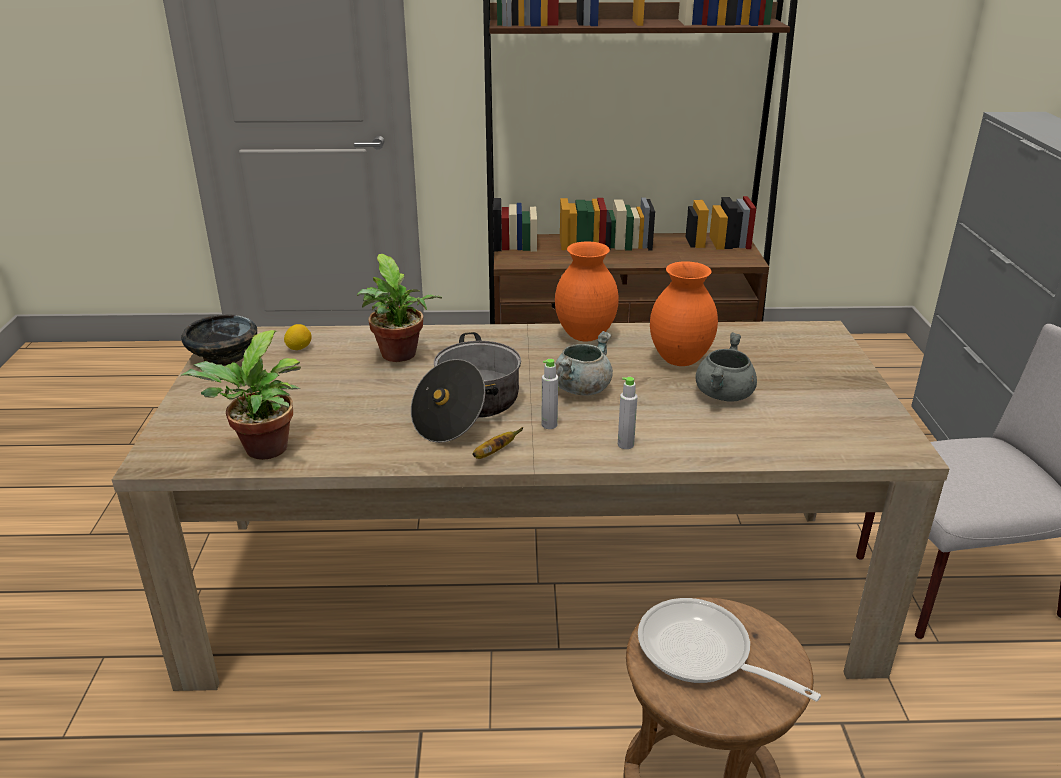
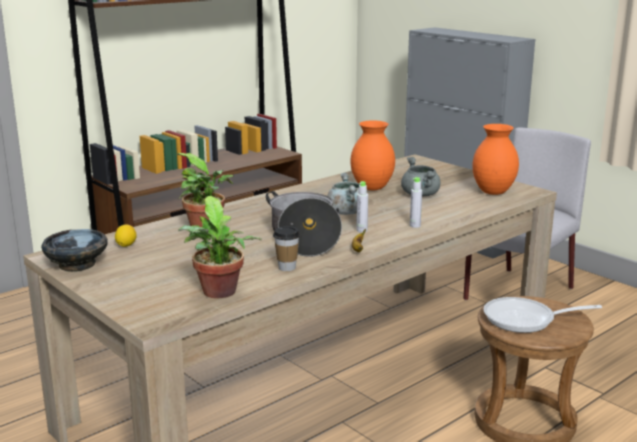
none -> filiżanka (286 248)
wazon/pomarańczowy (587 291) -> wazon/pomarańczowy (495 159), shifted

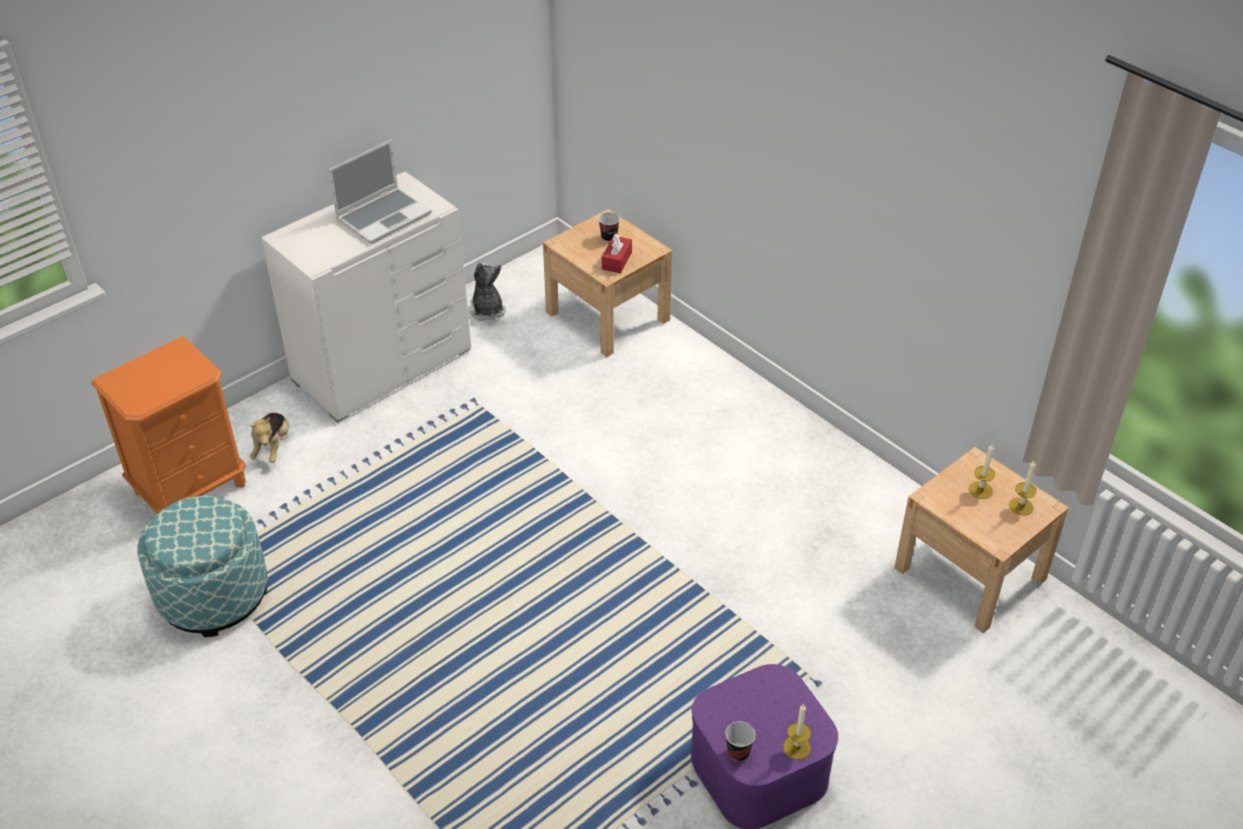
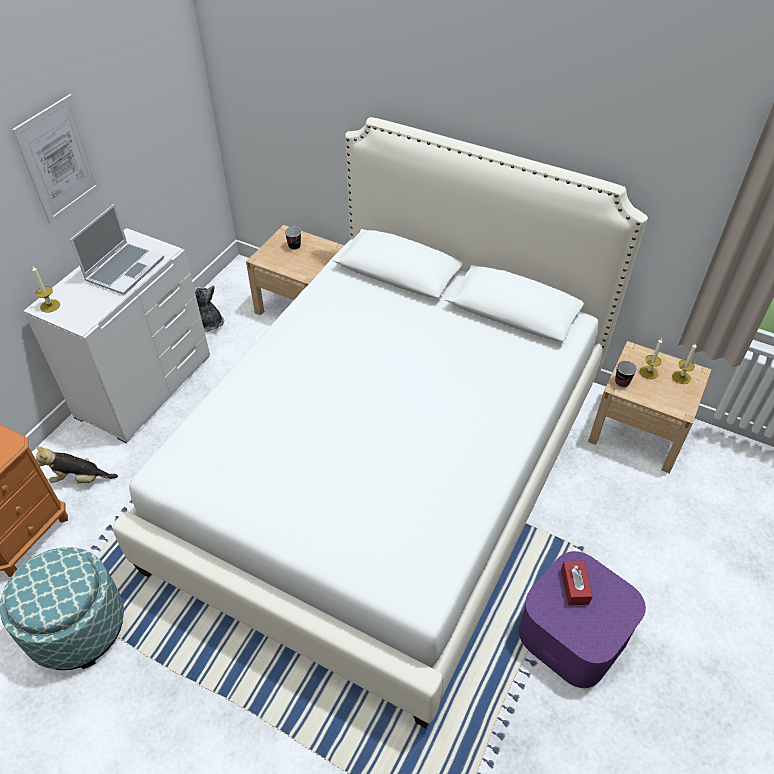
none -> obraz (56 159)
świeca (797 732) -> świeca (46 289), shifted
pluszak (269 438) -> pluszak (76 465), 105 degrees clockwise
none -> łóżko/biały (380 422)
pudełko chusteczek/czerwony (617 253) -> pudełko chusteczek/czerwony (577 582), shifted
filiżanka (740 741) -> filiżanka (626 374), shifted

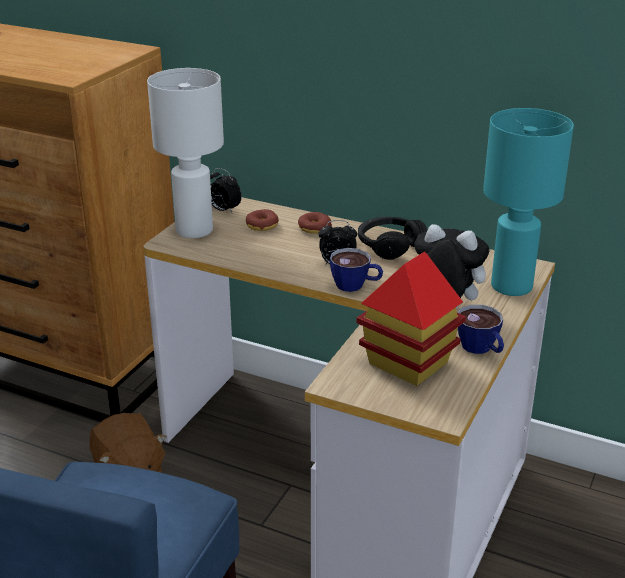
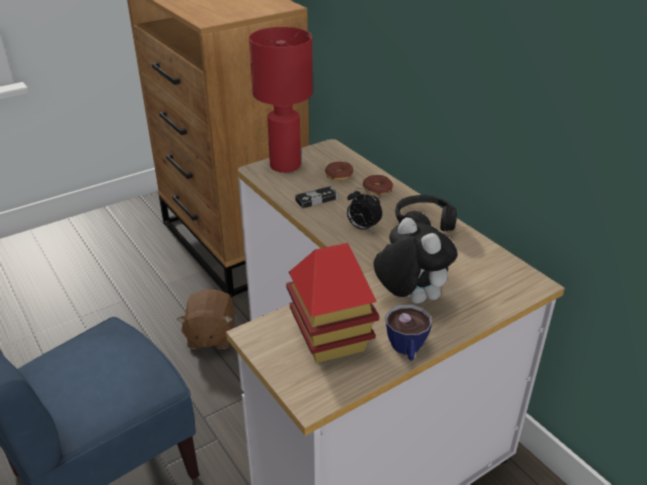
lampa stołowa/biały (185 153) -> lampa stołowa/czerwony (281 100)
none -> pad do gier (316 197)
budzik (226 191) -> none
filiżanka (356 270) -> none
lampa stołowa/turkusowy (528 202) -> none

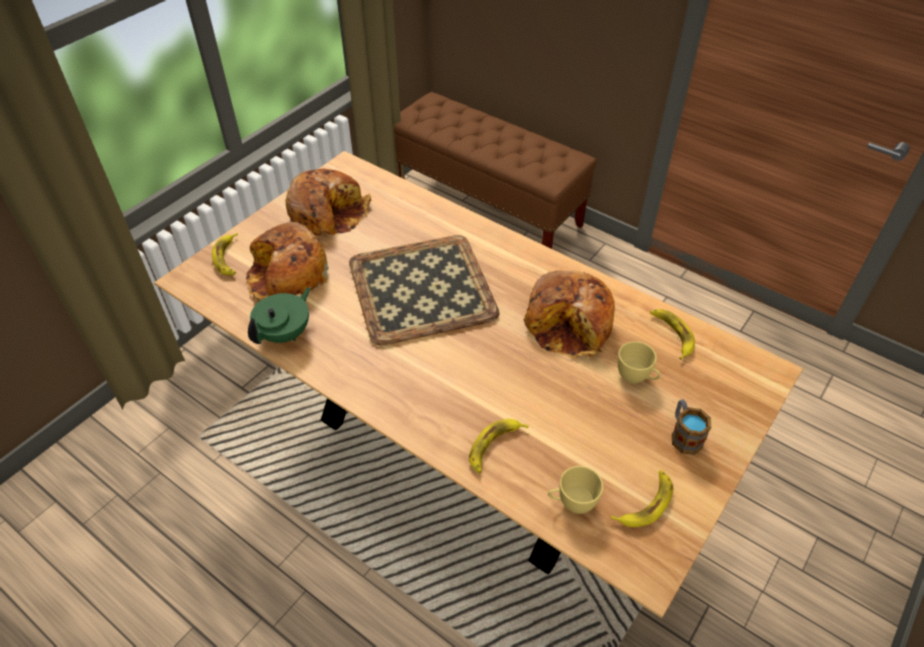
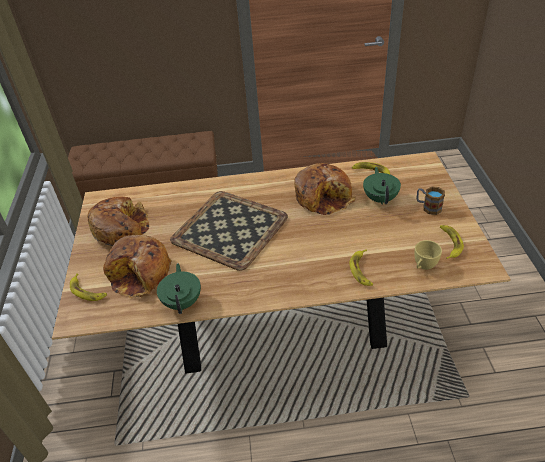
filiżanka/żółty (639 362) -> imbryk/zielony (382 186)

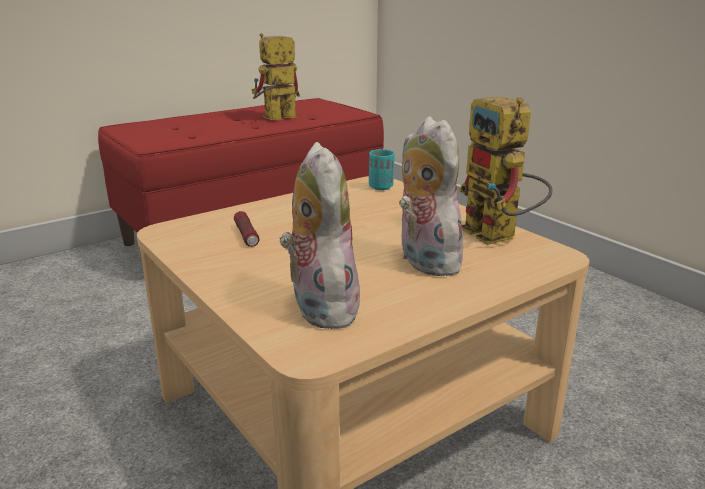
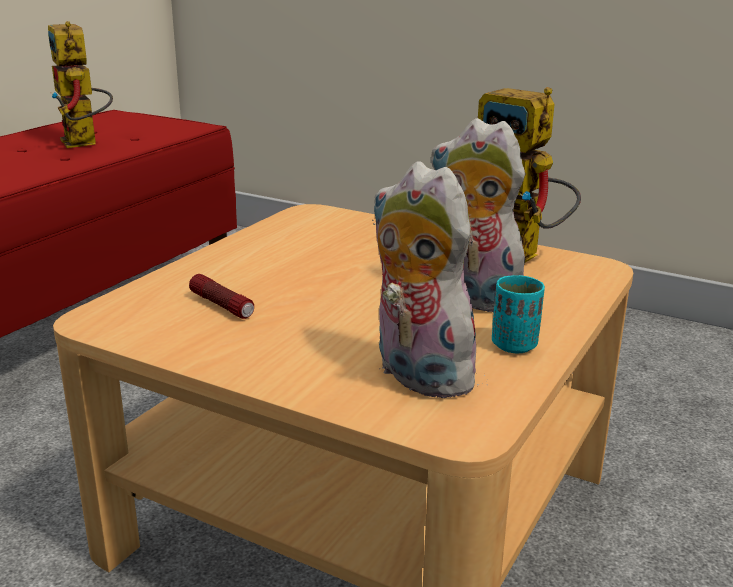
robot zabawkowy (276 76) -> robot zabawkowy (80 84), 60 degrees counterclockwise
filiżanka/turkusowy (382 169) -> filiżanka/turkusowy (518 314), shifted

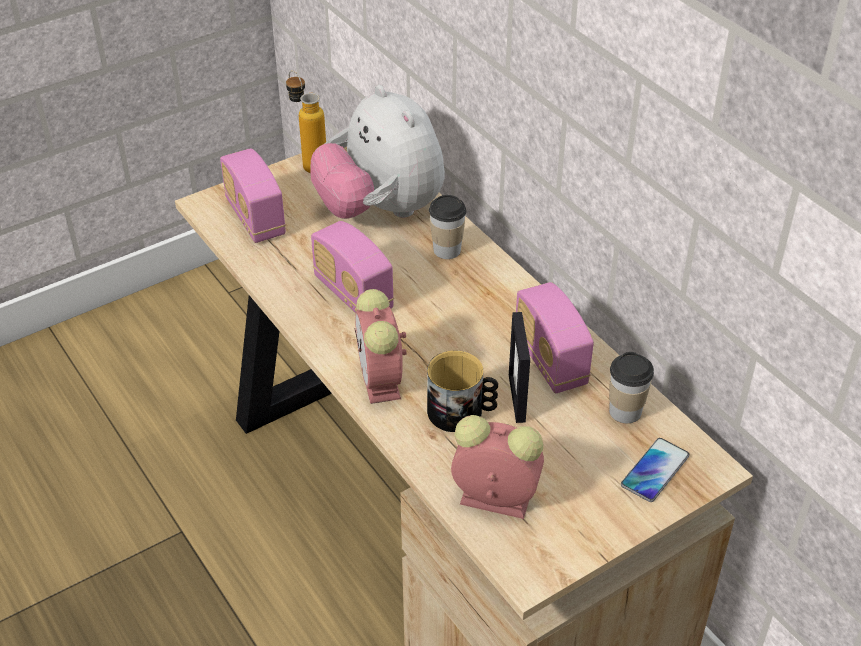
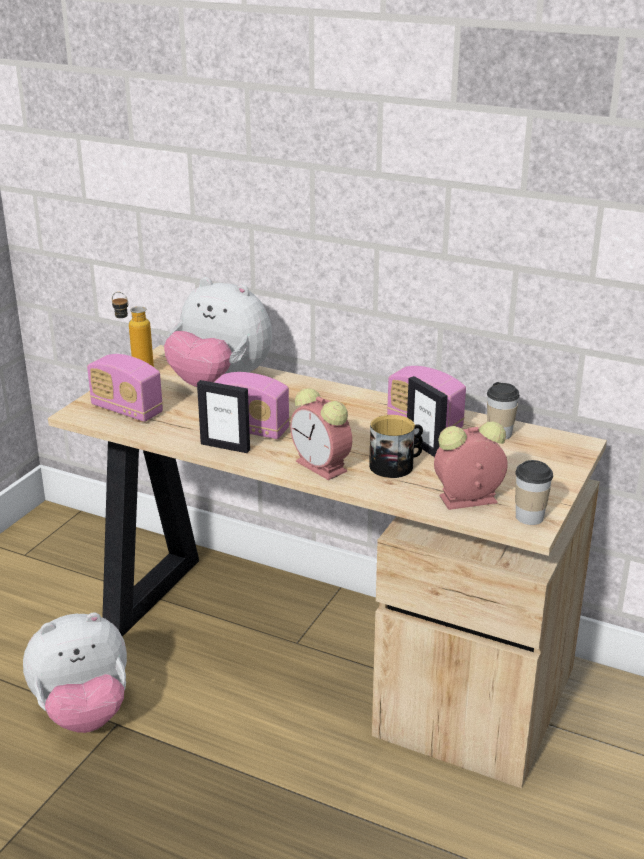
none -> pluszak (75 672)
none -> ramka na zdjęcie (223 416)
filiżanka (448 227) -> filiżanka (534 492), shifted
telefon (655 470) -> none

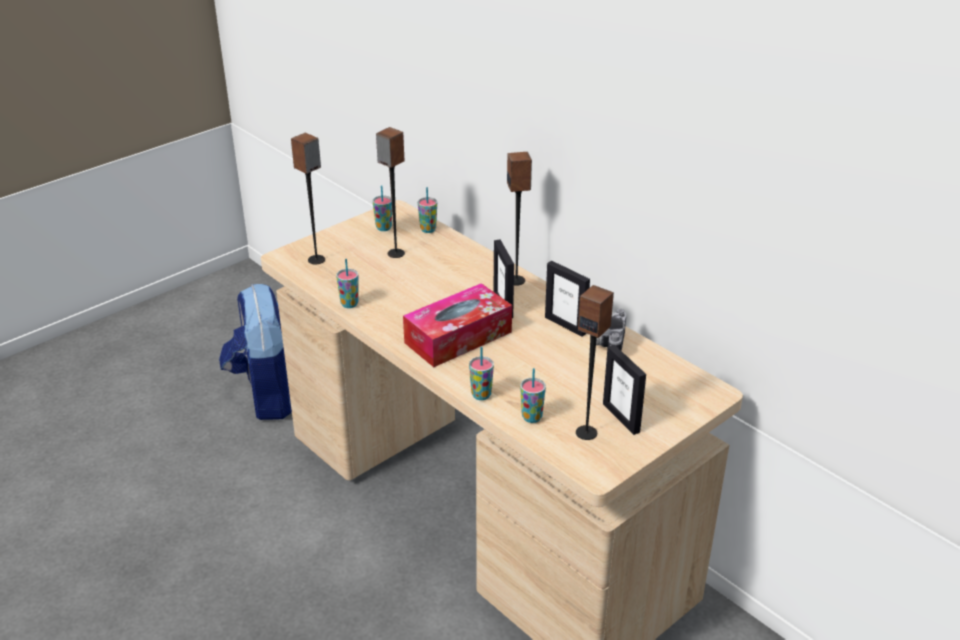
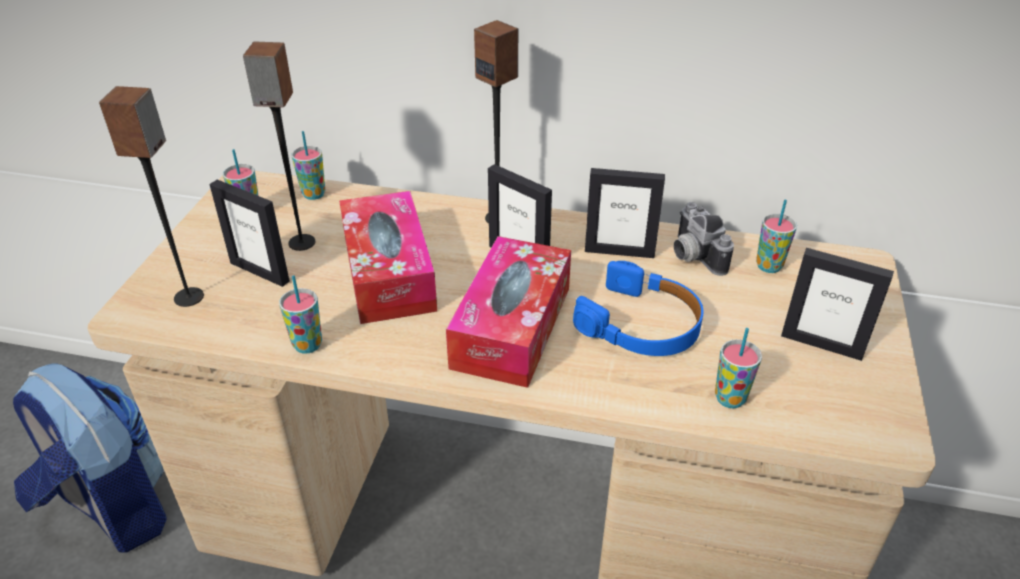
none -> ramka na zdjęcie (249 233)
none -> pudełko chusteczek (388 257)
none -> słuchawki/niebieski (638 308)
filiżanka (481 373) -> filiżanka (776 236), shifted
głośnik (595 362) -> none

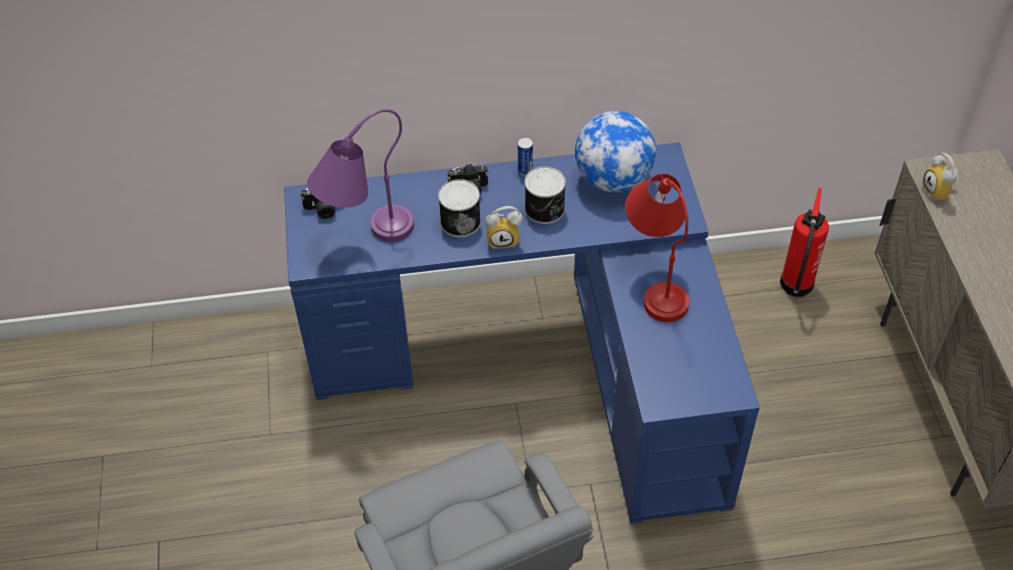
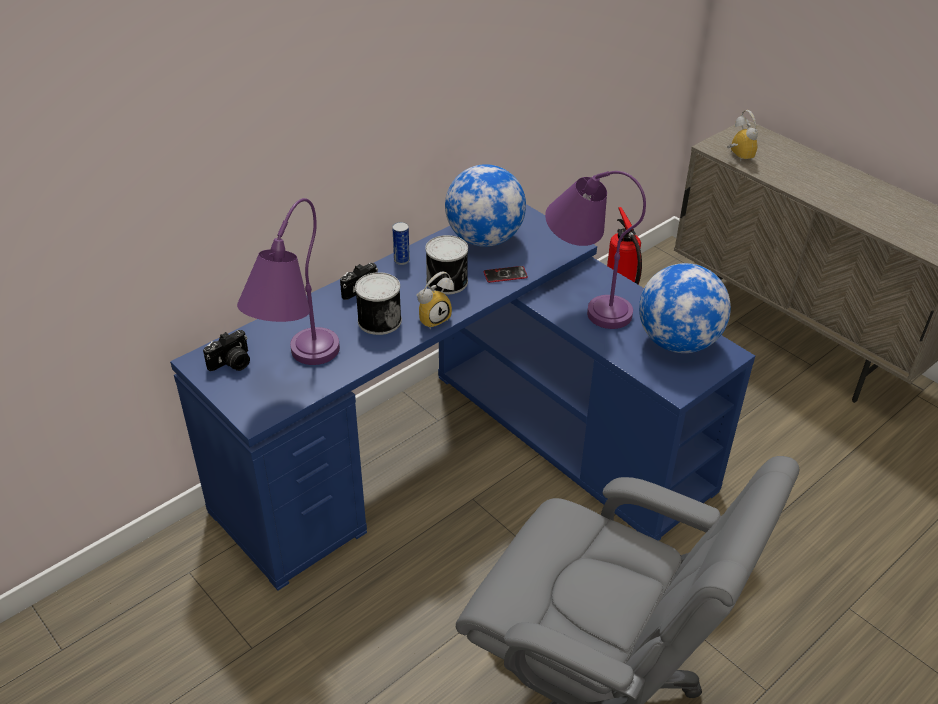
none -> telefon (506 274)
lampa stołowa/czerwony (657 248) -> lampa stołowa/fioletowy (595 250)
none -> globus (685 308)
budzik (941 176) -> budzik (742 135), 150 degrees counterclockwise

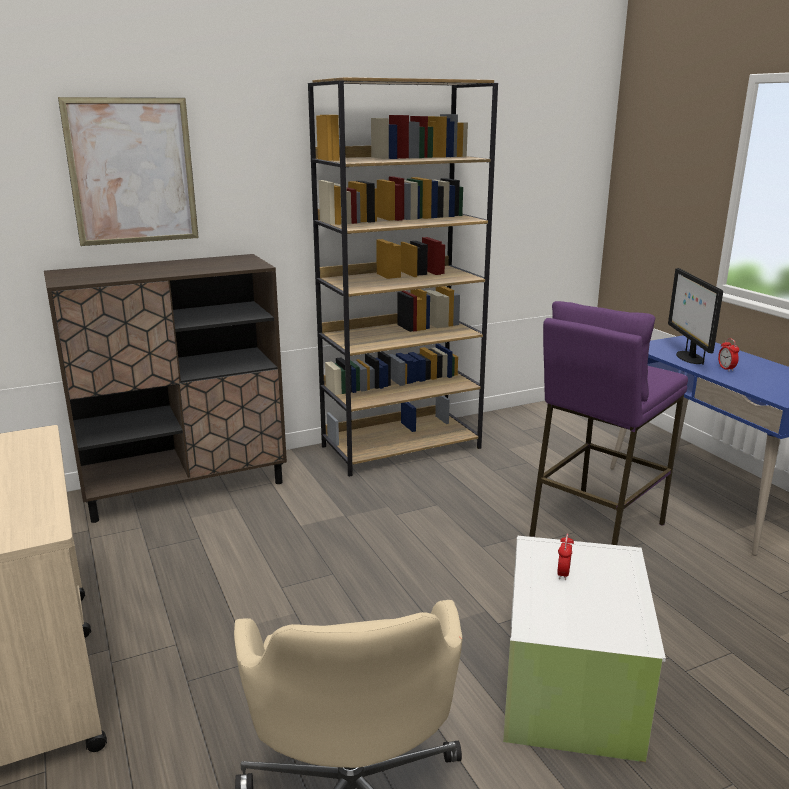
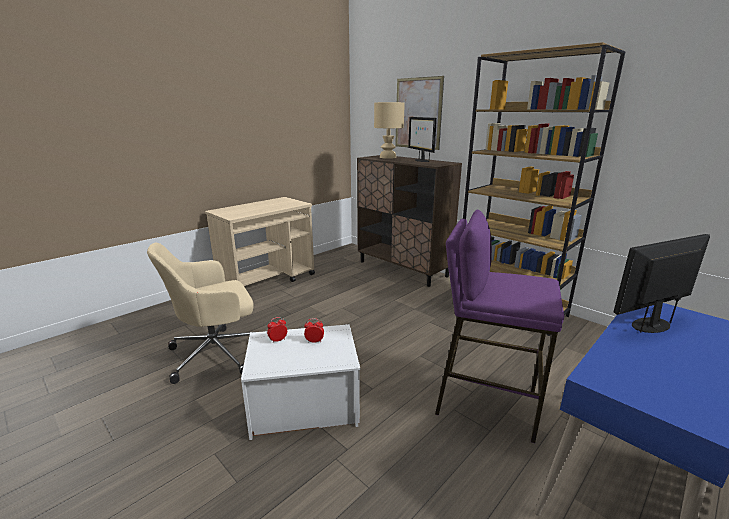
budzik (728 354) -> budzik (277 330), shifted
none -> lampa stołowa/beżowy (389 130)
none -> monitor (422 139)

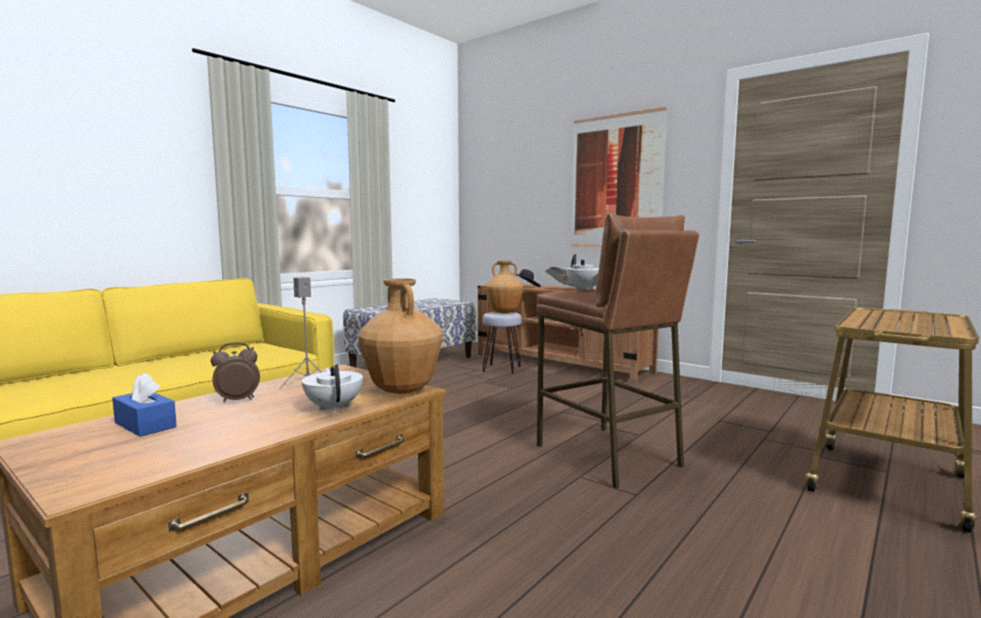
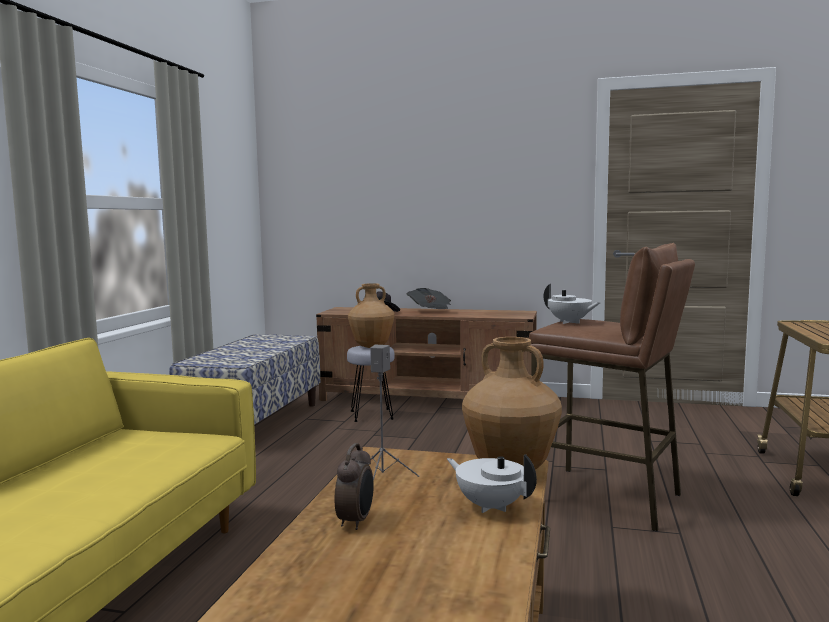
budzik (235 372) -> budzik (354 486), 150 degrees clockwise
pudełko chusteczek/niebieski (144 404) -> none
obraz (619 177) -> none

